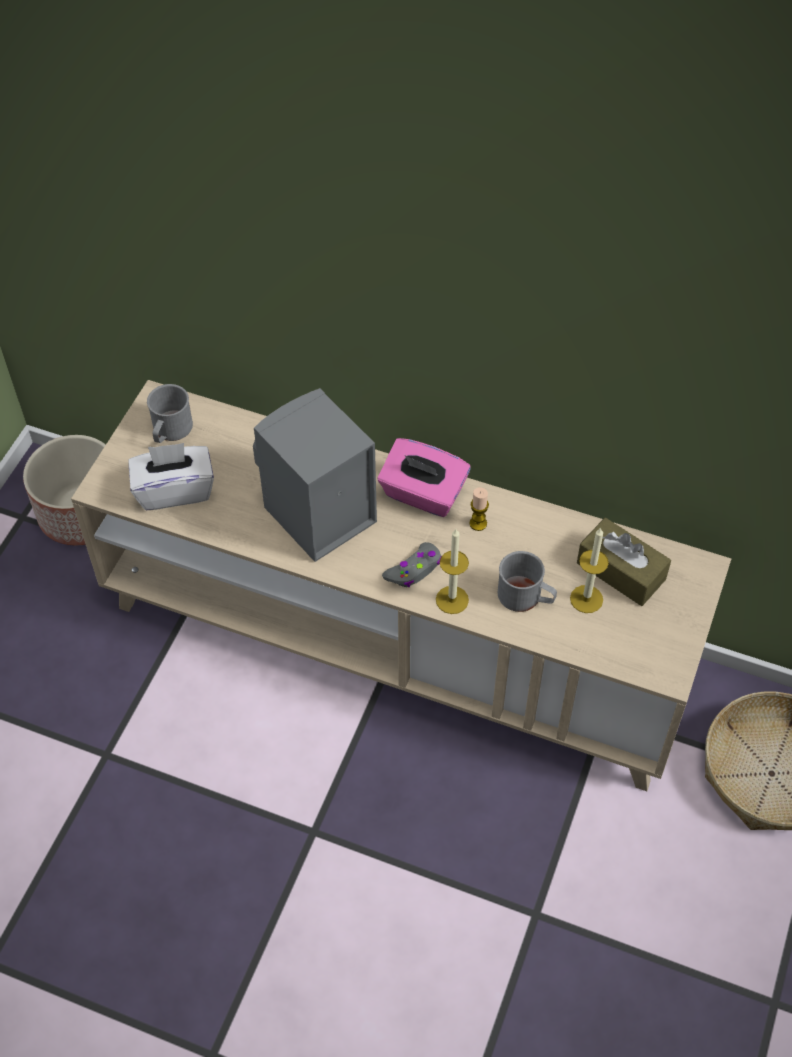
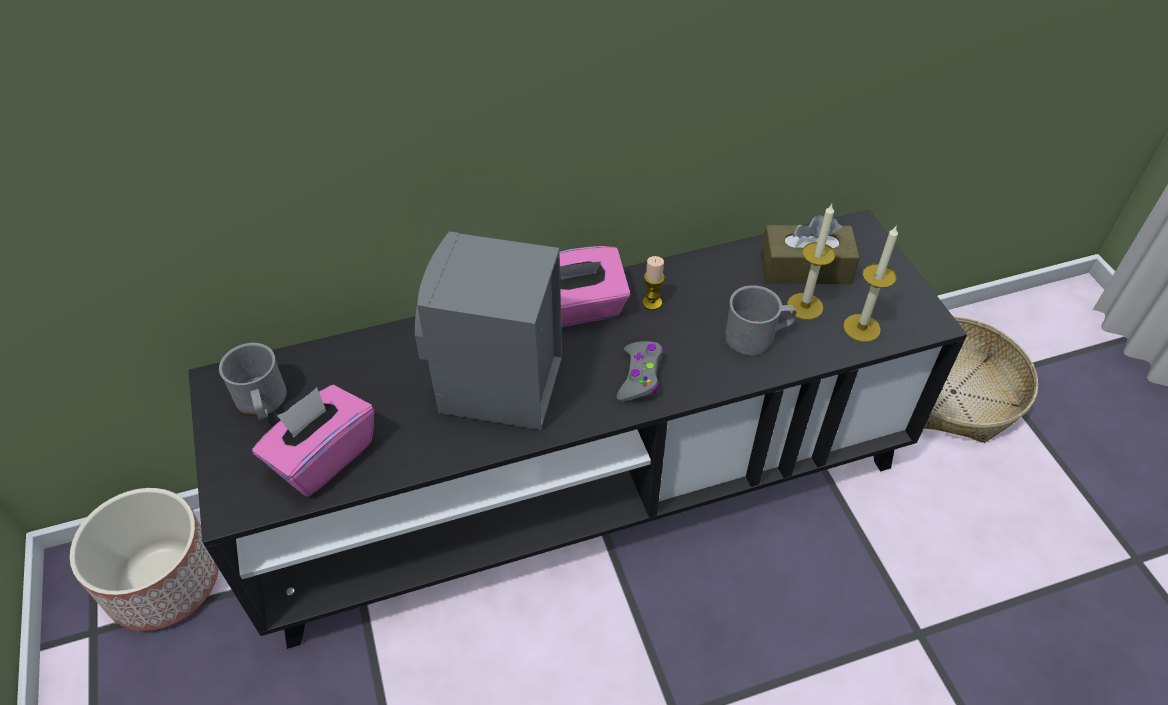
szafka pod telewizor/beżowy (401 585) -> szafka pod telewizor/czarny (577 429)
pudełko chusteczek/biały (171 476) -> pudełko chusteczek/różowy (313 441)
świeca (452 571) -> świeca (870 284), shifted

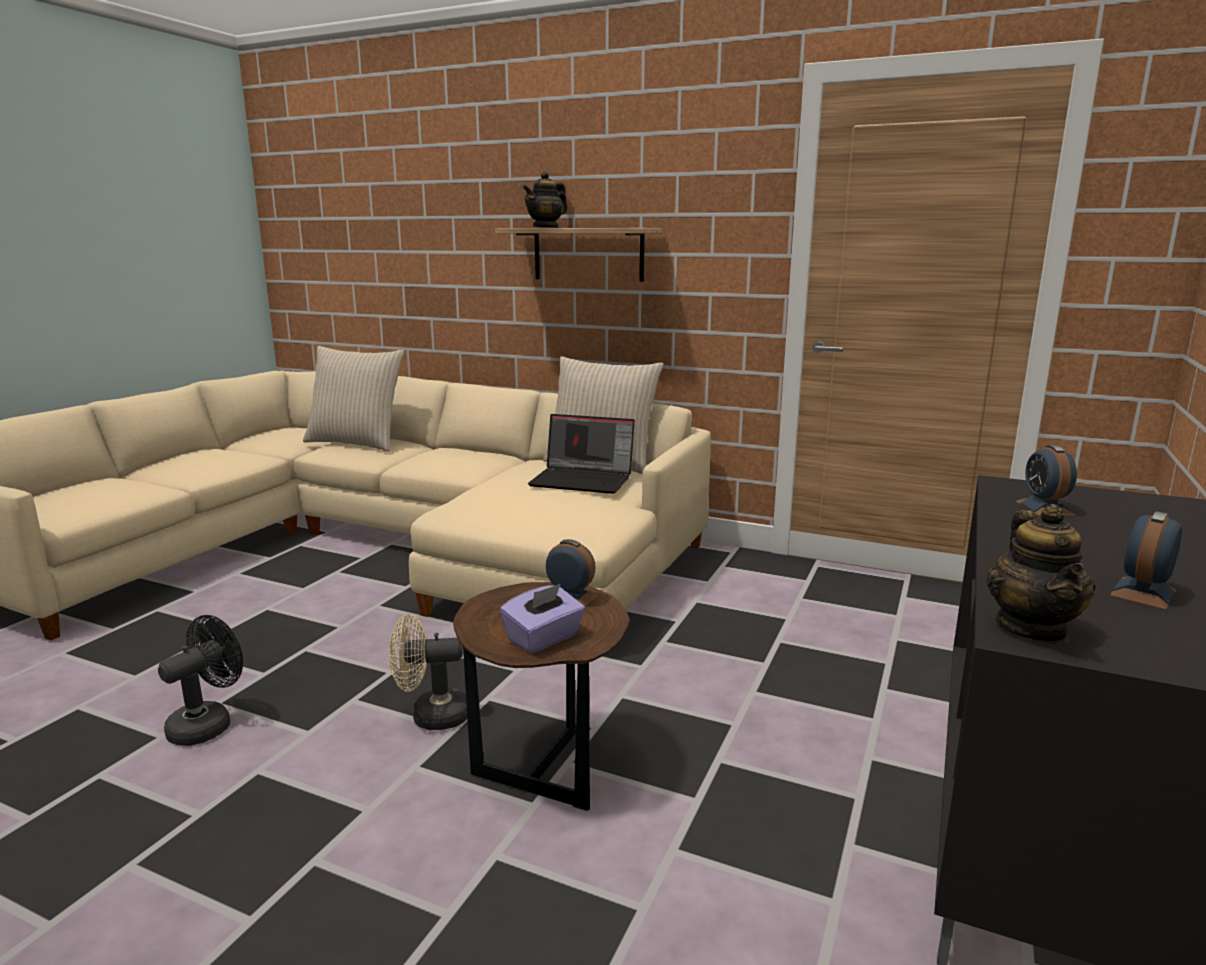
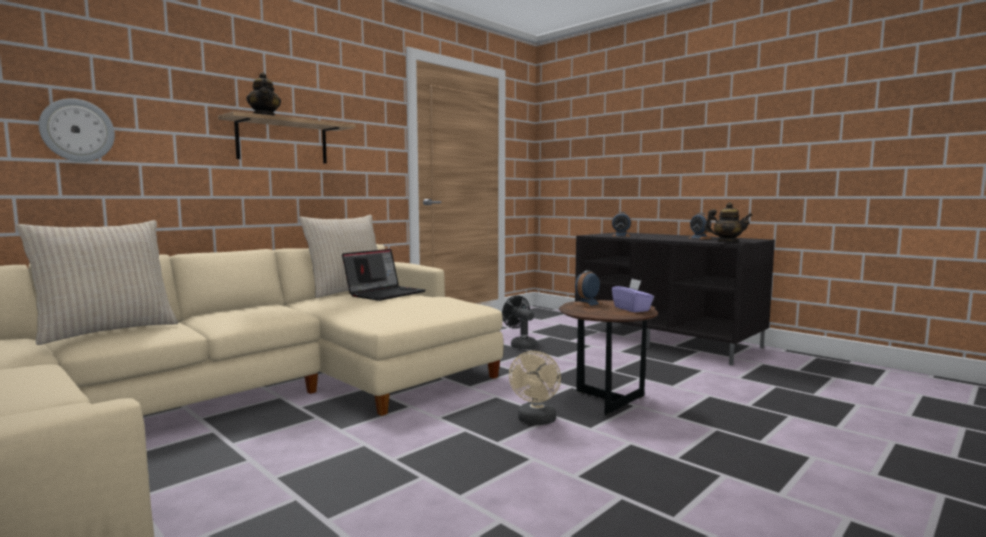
none -> zegar ścienny (77 130)
wentylator/czarny (200 680) -> wentylator/czarny (519 322), shifted

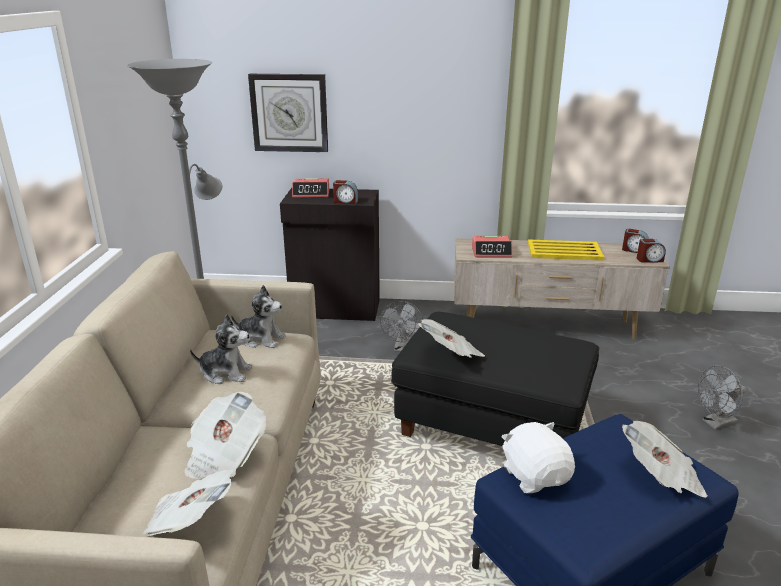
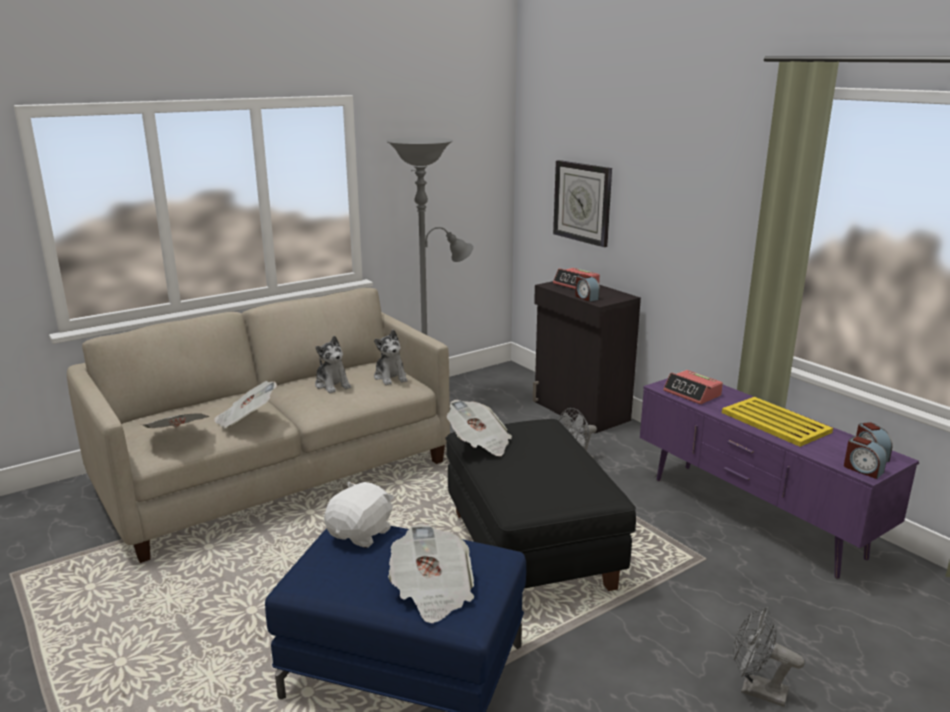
szafka pod telewizor/beżowy (562 289) -> szafka pod telewizor/fioletowy (779 478)

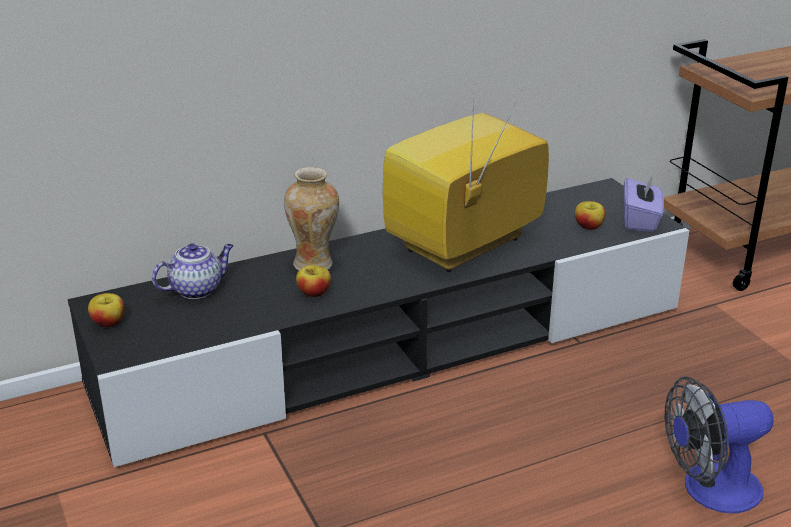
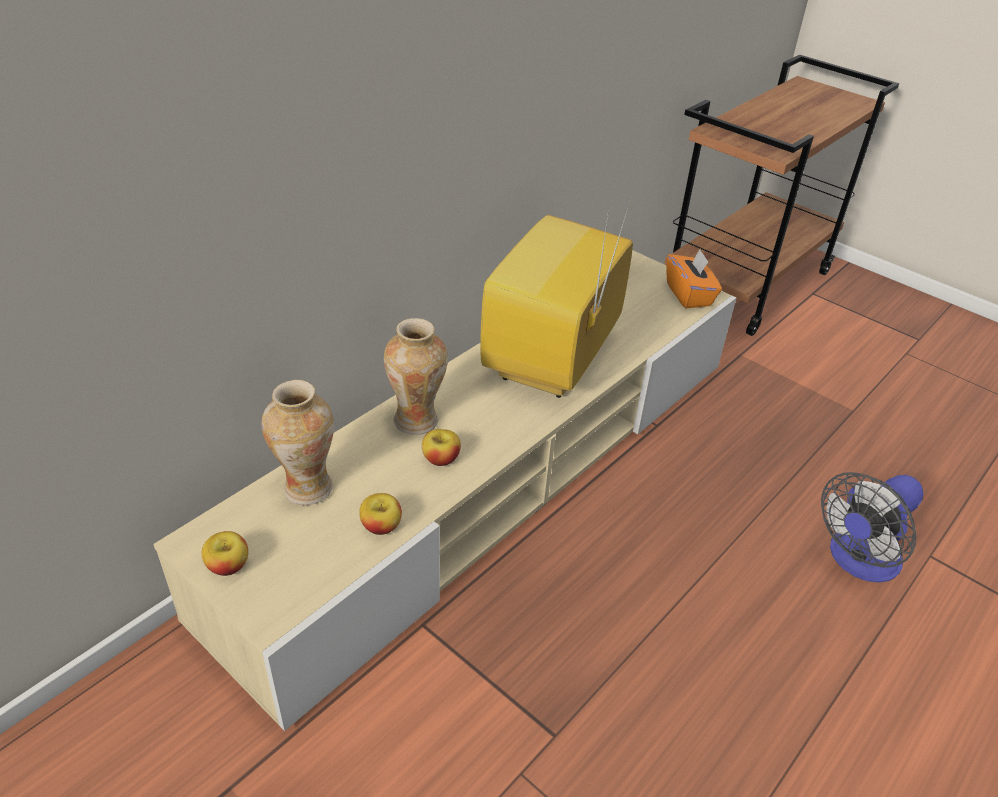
szafka pod telewizor/czarny (379 322) -> szafka pod telewizor/beżowy (444 490)
imbryk (193 271) -> wazon (297 442)
jabłko (590 215) -> jabłko (380 514), shifted
pudełko chusteczek/fioletowy (643 203) -> pudełko chusteczek/pomarańczowy (694 278)

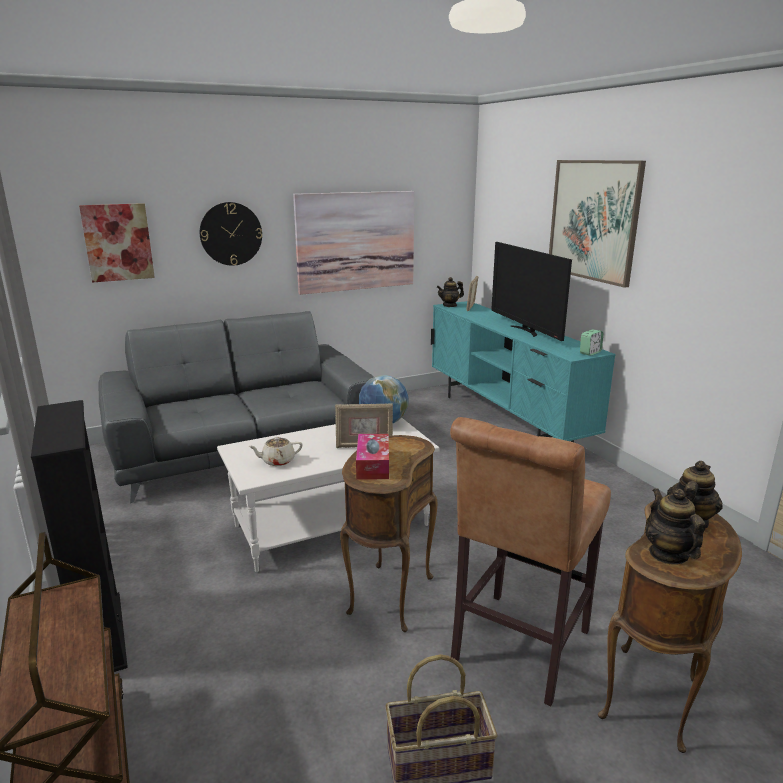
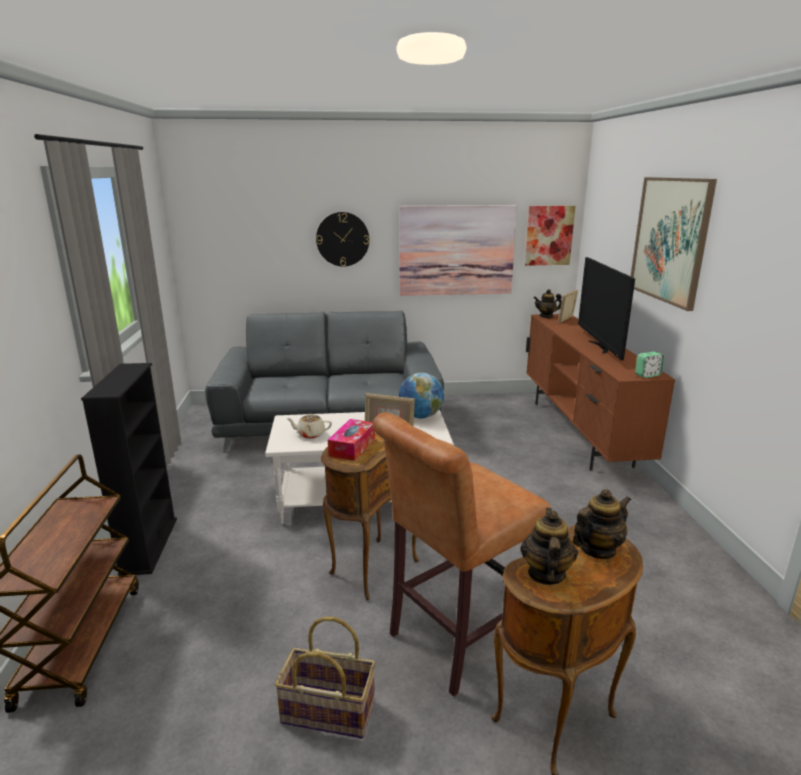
obraz (117 243) -> obraz (550 236), shifted
szafka pod telewizor/turkusowy (523 371) -> szafka pod telewizor/brązowy (600 392)

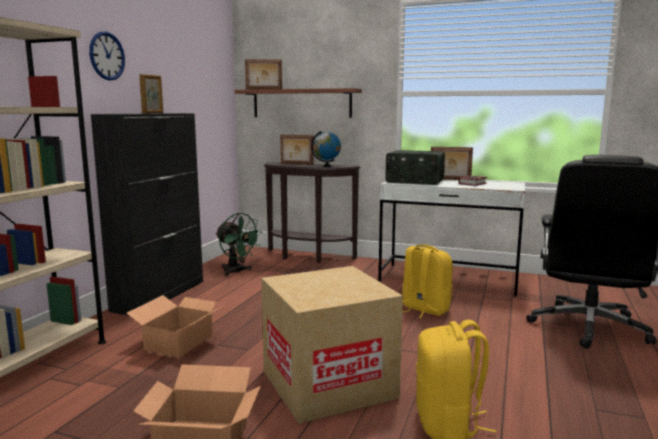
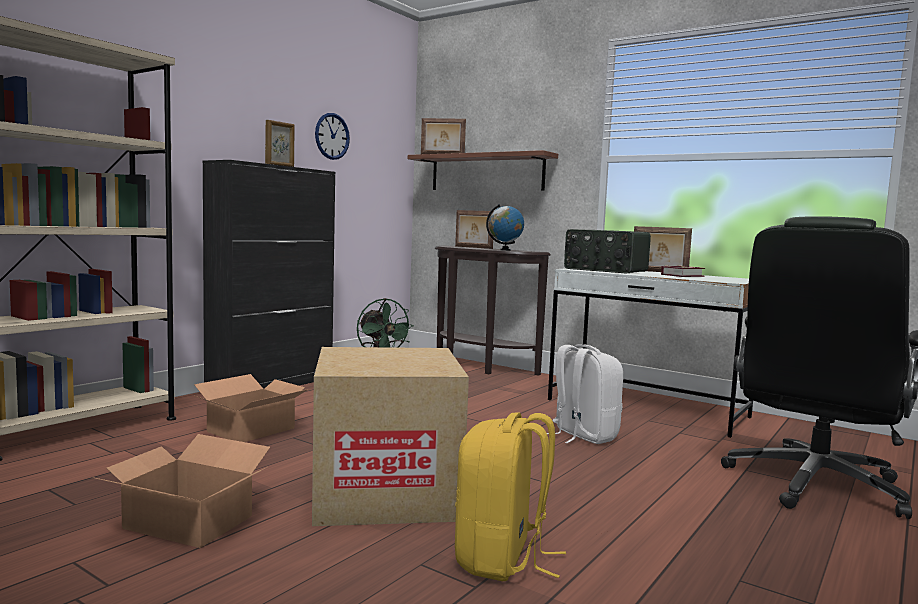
zegar ścienny (107 56) -> zegar ścienny (332 136), shifted
plecak/żółty (427 282) -> plecak/biały (585 394)

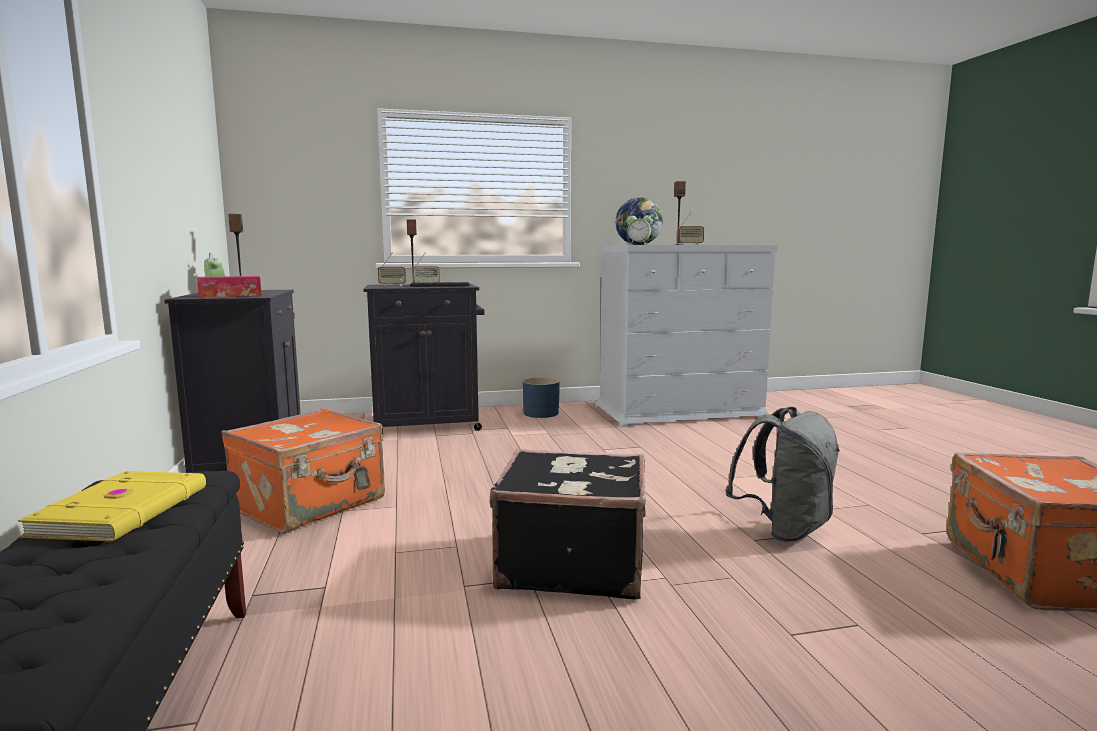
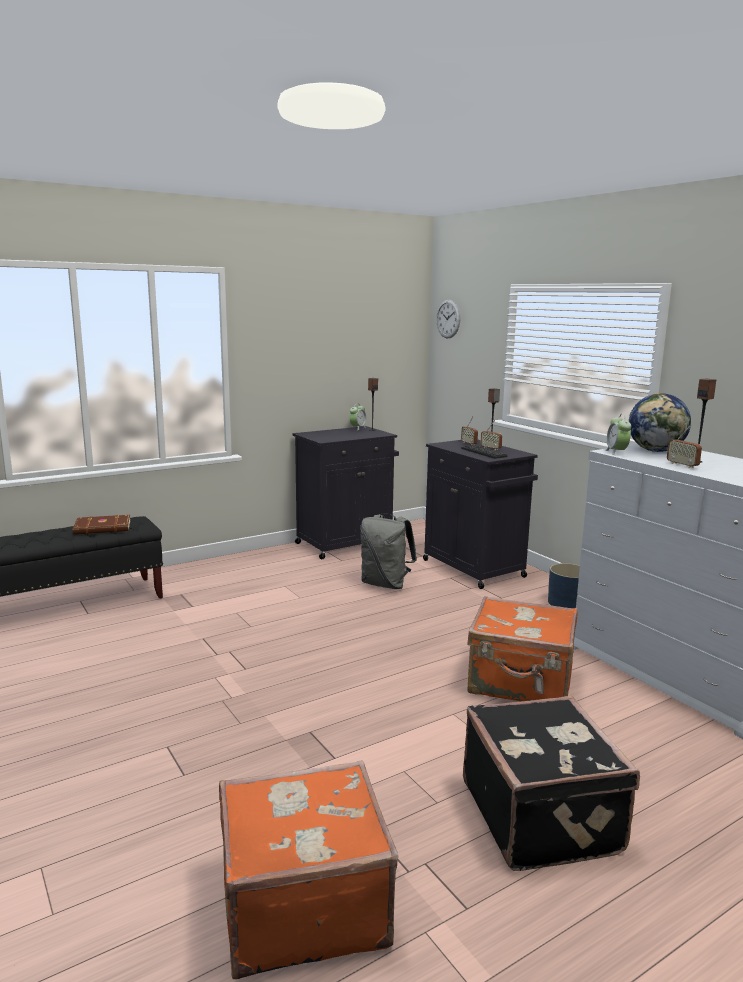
książka/żółty (112 506) -> książka/brązowy (102 524)
plecak/szary (782 474) -> plecak/szary (388 551), shifted
none -> zegar ścienny (448 319)
walizka/czarny (568 524) -> walizka/czarny (551 783), shifted
walizka/pomarańczowy (303 471) -> walizka/pomarańczowy (522 649), shifted
pudełko chusteczek (229 287) -> none

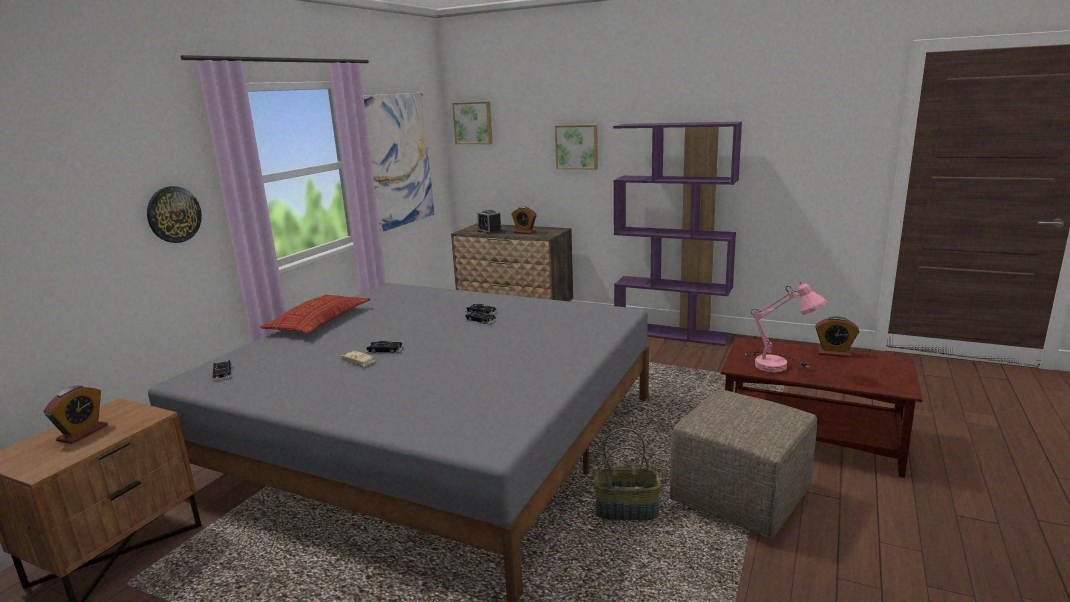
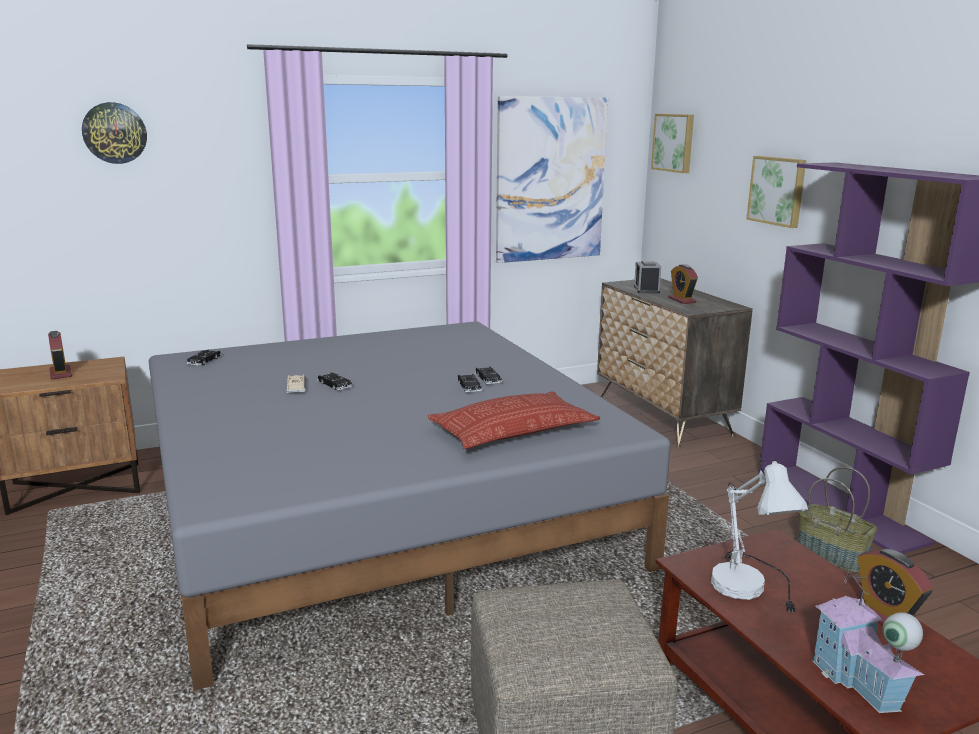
budzik (76 414) -> budzik (60 355), 90 degrees counterclockwise
zegar ścienny (174 214) -> zegar ścienny (114 133), shifted
poduszka (315 314) -> poduszka (514 420), shifted
lampa stołowa/różowy (786 327) -> lampa stołowa/biały (759 535)
koszyk (627 474) -> koszyk (837 519), shifted
none -> domek (868 643)

